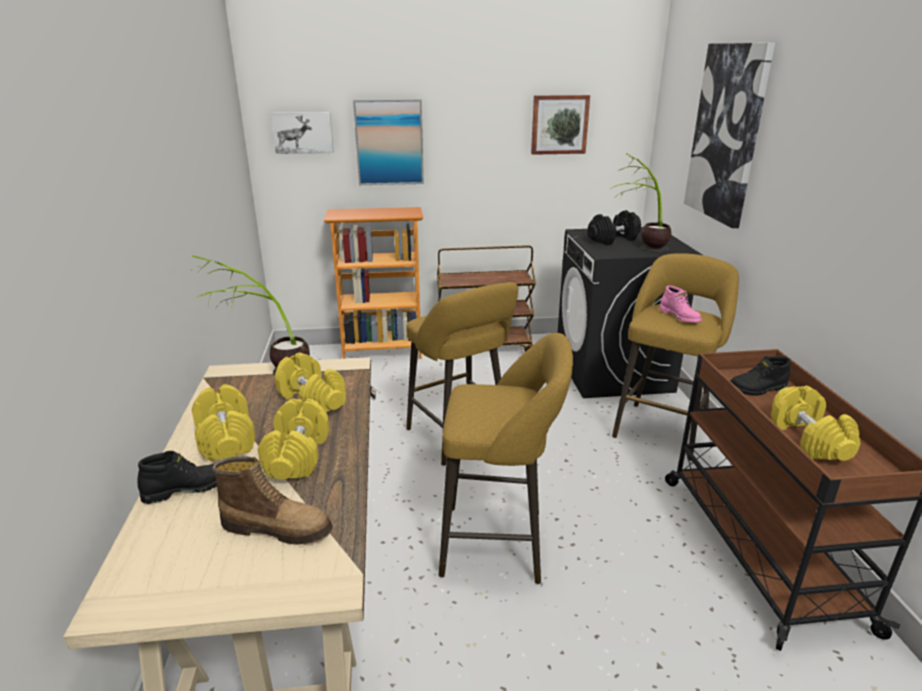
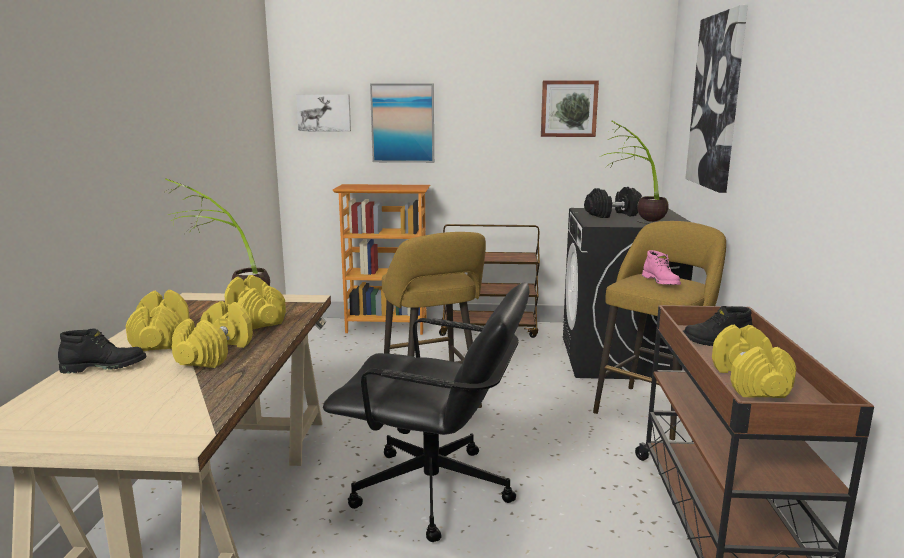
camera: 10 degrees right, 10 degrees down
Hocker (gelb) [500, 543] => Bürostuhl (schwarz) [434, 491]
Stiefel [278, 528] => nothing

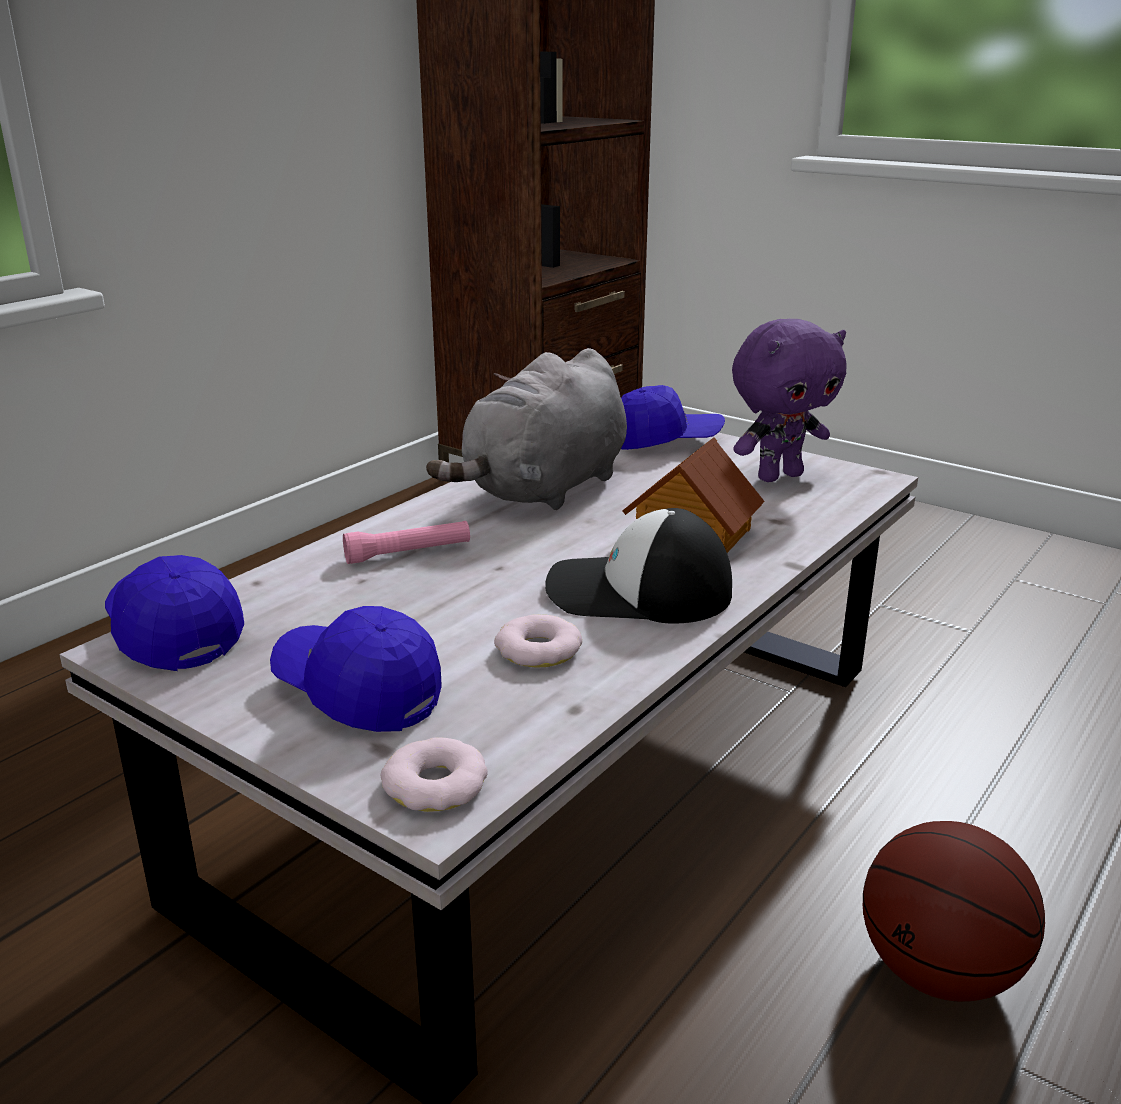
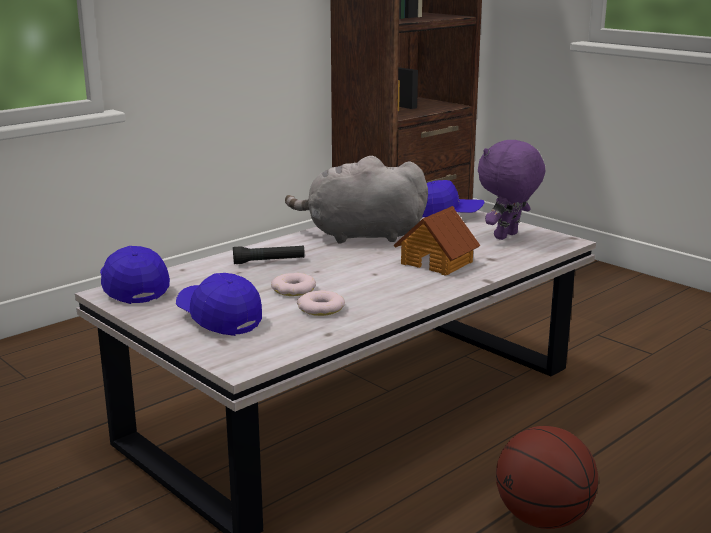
camera: 10 degrees right, 5 degrees down
Plüschtier (lila) [779, 476] => Plüschtier (lila) [507, 236], 150 degrees clockwise
Plüschtier (grau) [544, 490] => Plüschtier (grau) [360, 236], 45 degrees clockwise
Kappe [637, 591] => nothing
Taschenlampe (rosa) [408, 553] => Taschenlampe (schwarz) [269, 261]
Donut [436, 785] => Donut [294, 289], move

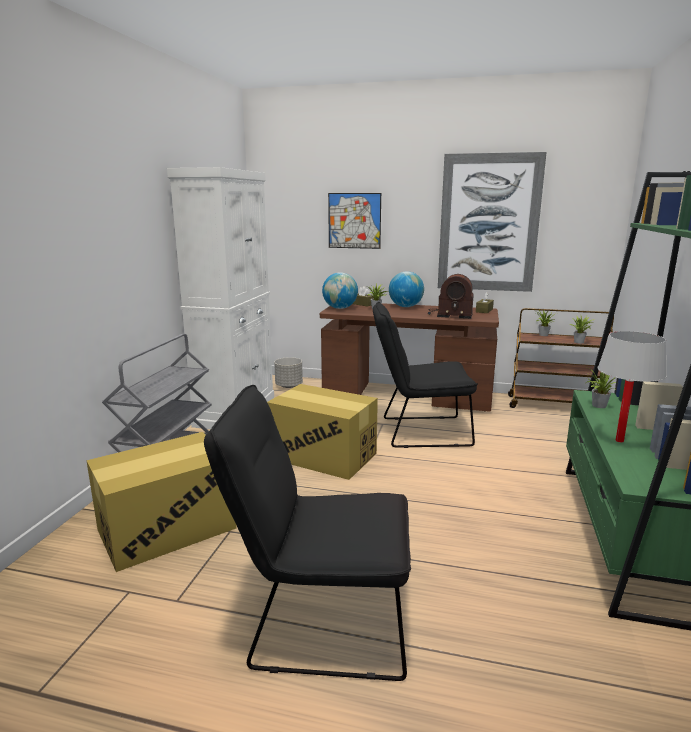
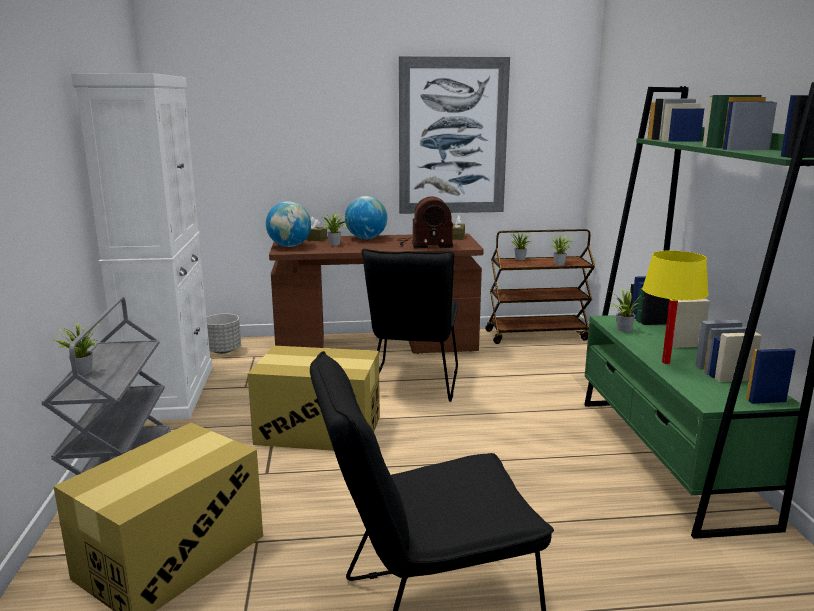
camera: 20 degrees left, 0 degrees up
Bild [354, 221] => nothing
Stuhl (schwarz) [418, 432] => Stuhl (schwarz) [413, 385], 60 degrees counterclockwise
Tischlampe (weiß) [619, 440] => Tischlampe (gelb) [666, 362]
nothing => Topfpflanze [82, 371]

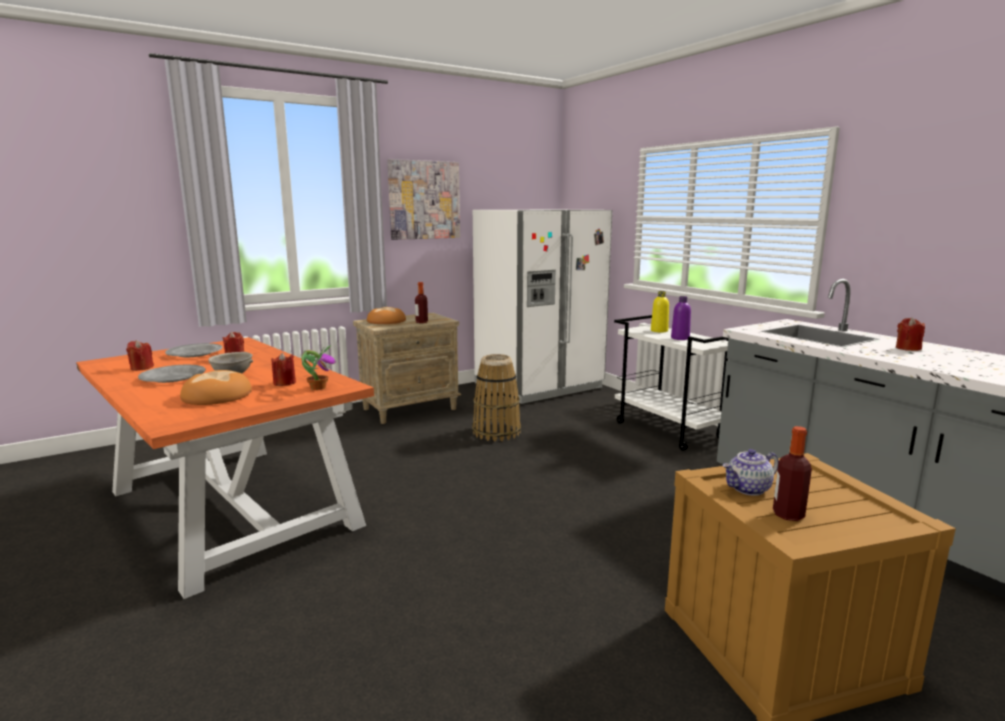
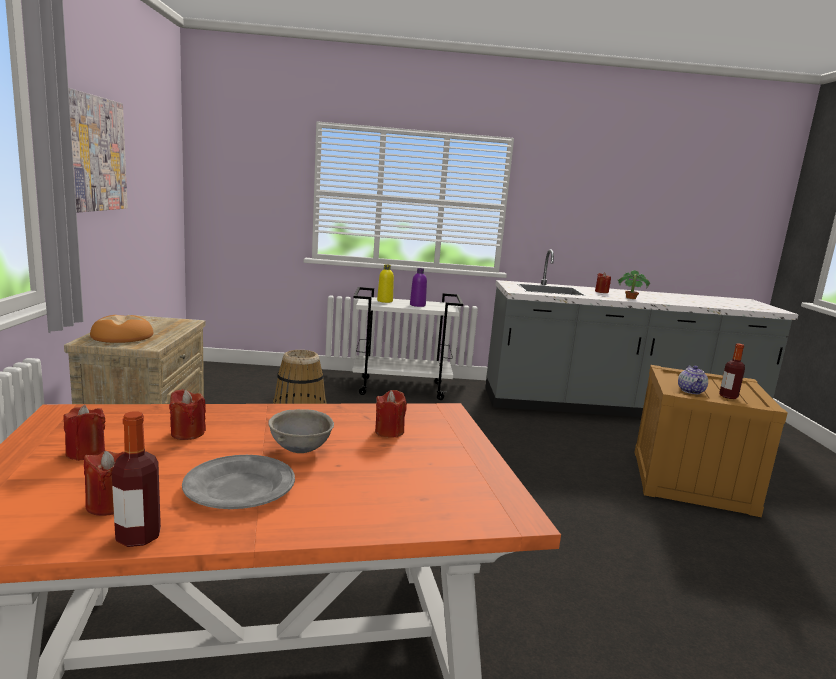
camera: 60 degrees left, 0 degrees up
Kühlschrank (weiß) [538, 386] => nothing
Flasche [421, 322] => Flasche [138, 537], move
Teller (grau) [194, 353] => Kerze (rot) [85, 453]
Topfpflanze [318, 387] => Topfpflanze [630, 298], move
Brot [217, 395] => nothing

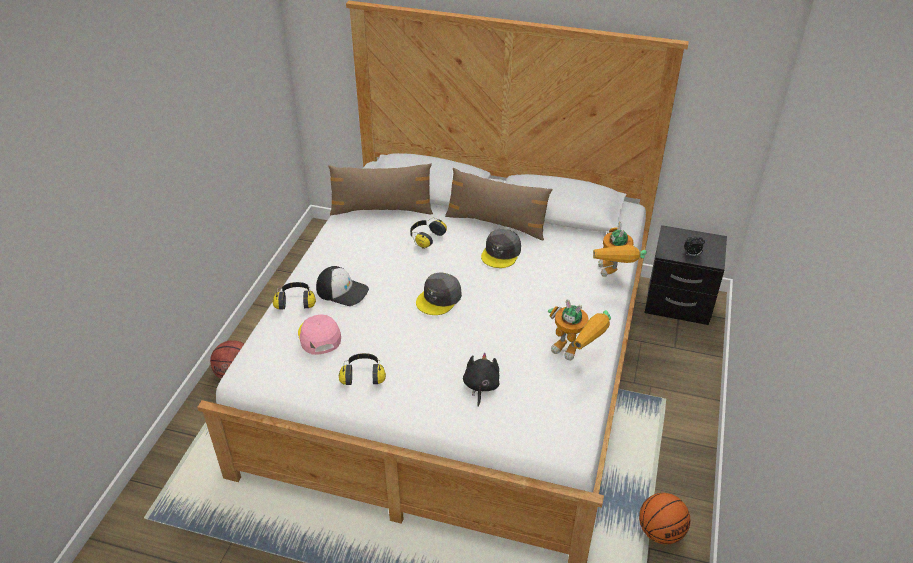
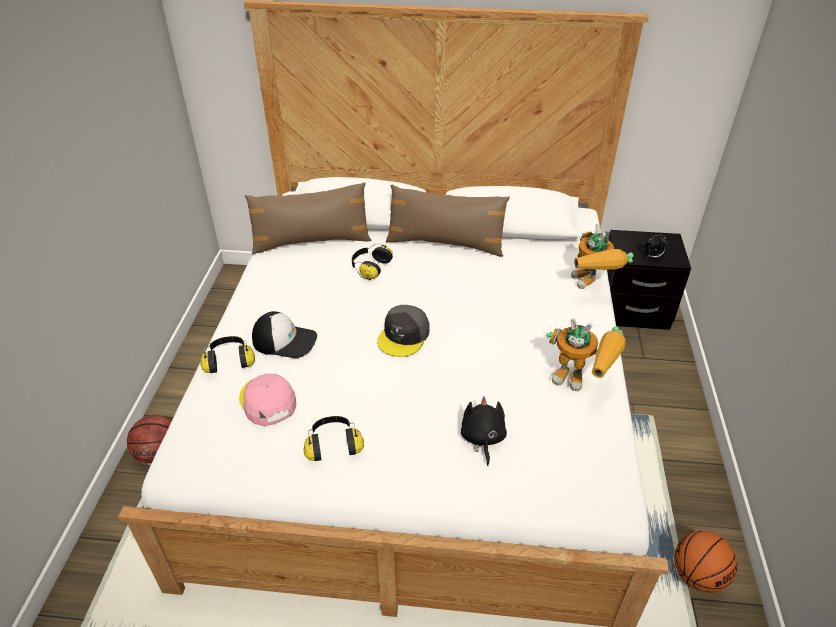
camera: 10 degrees left, 0 degrees up
Kappe (grau) [501, 253] => nothing

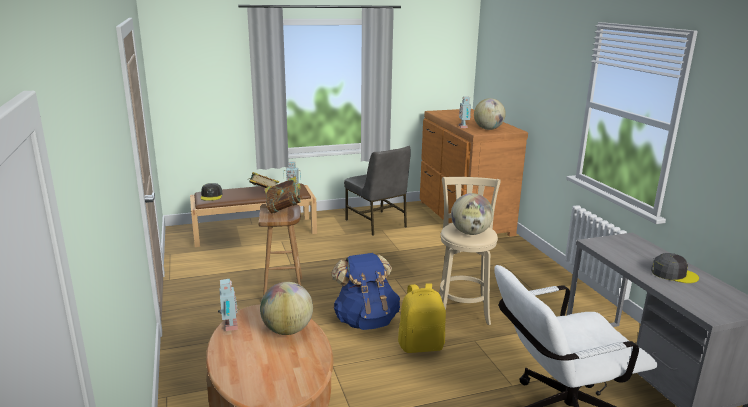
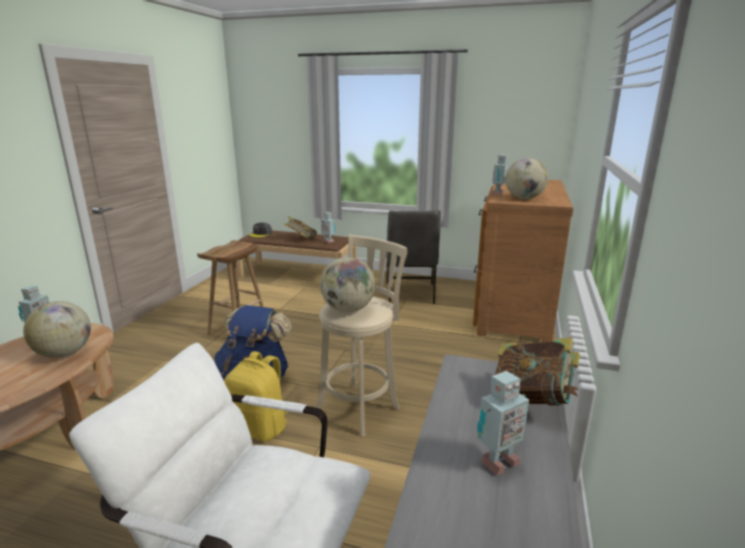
camera: 35 degrees right, 0 degrees up
Buch [284, 209] => Buch [531, 400], move
Kappe (grau) [673, 274] => Spielzeugroboter [497, 461]

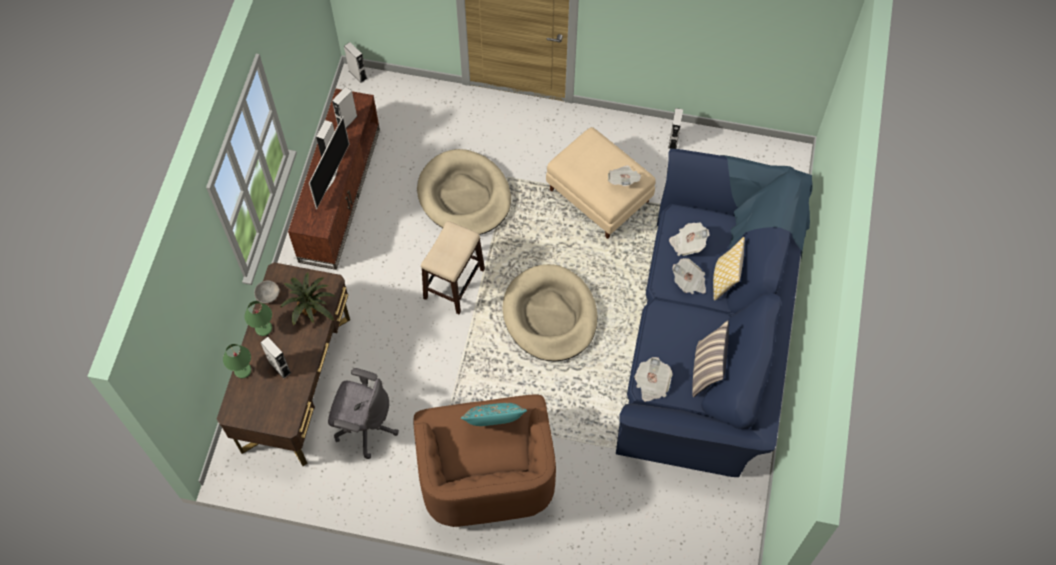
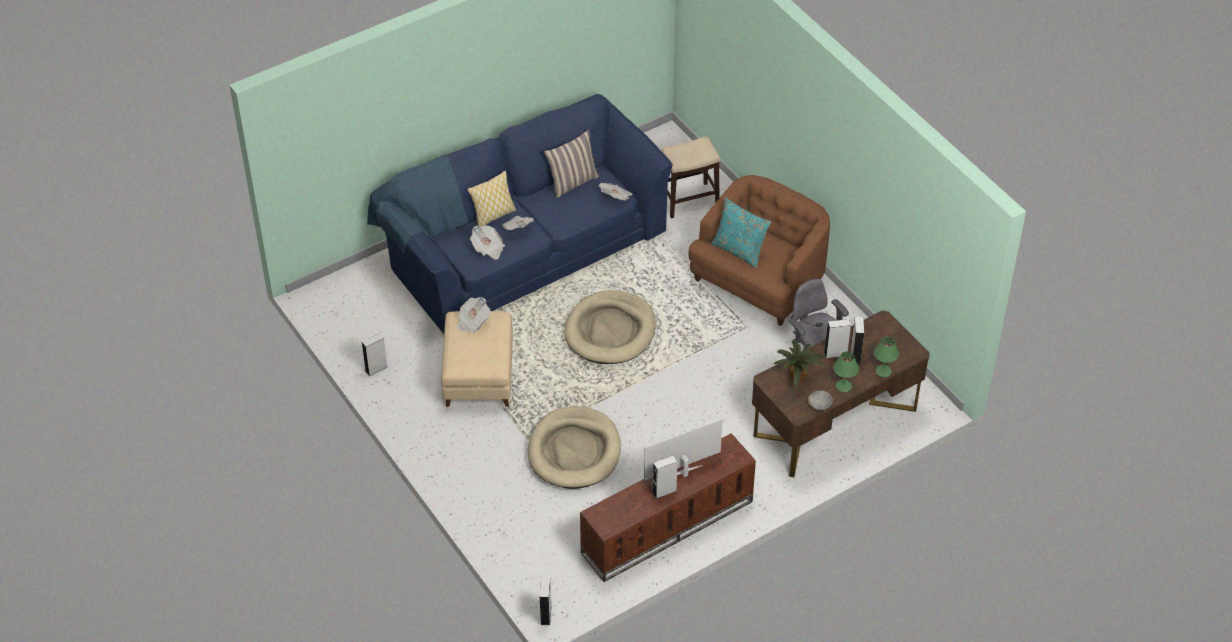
camera: 135 degrees left, 15 degrees down
Lautsprecher (grau) [347, 121] => Lautsprecher (grau) [835, 354], move
Hocker [454, 283] => Hocker [688, 200], move

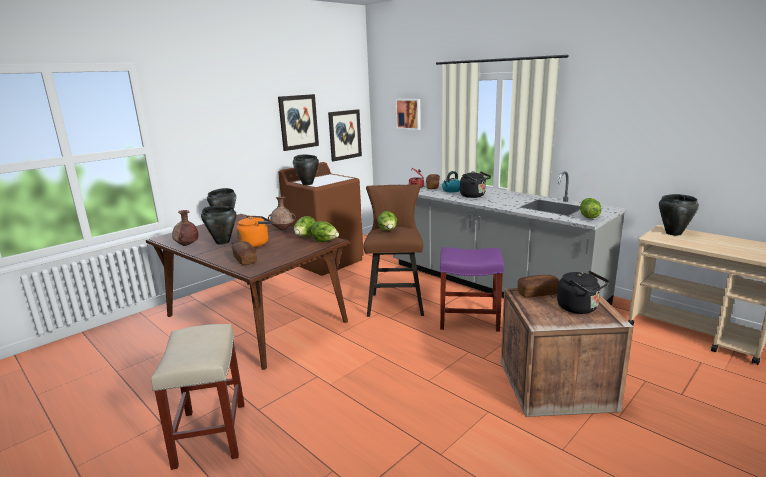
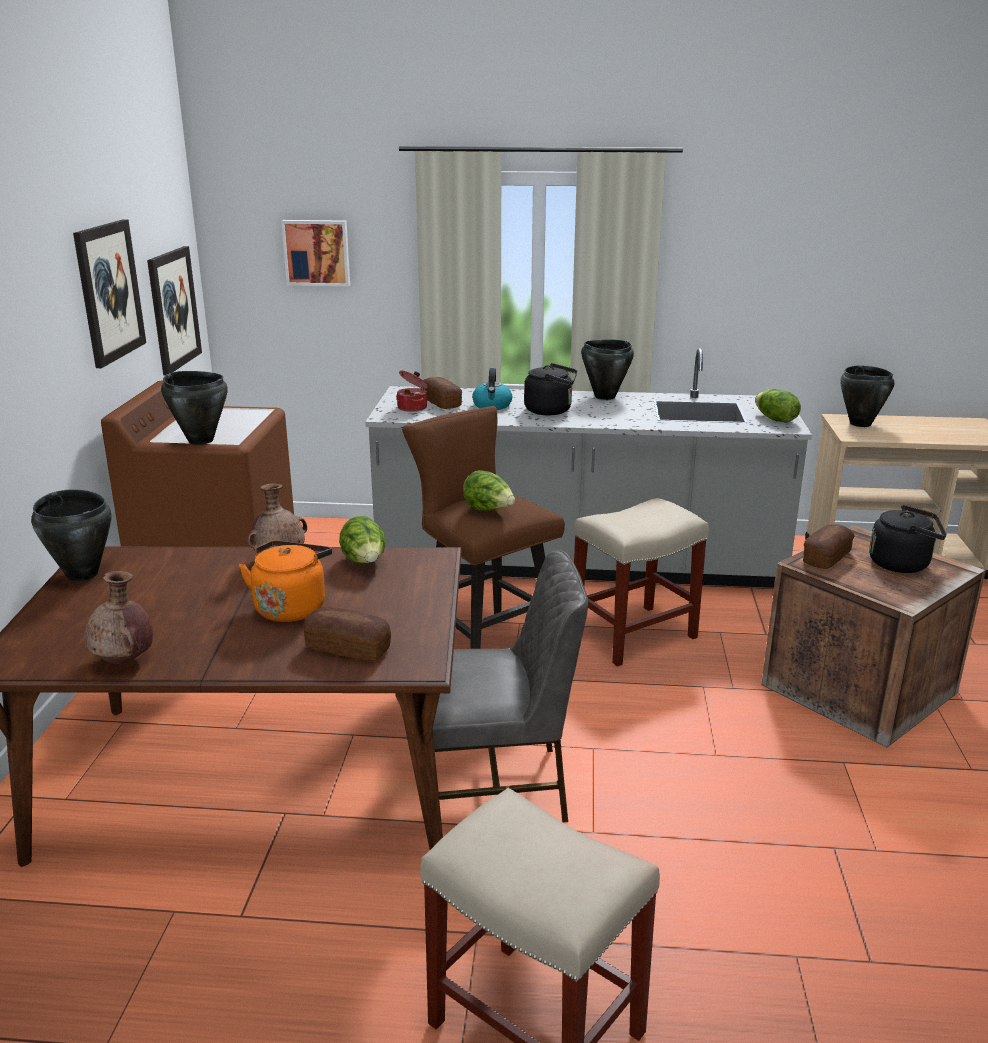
camera: 40 degrees left, 5 degrees up
Kochtopf (schwarz) [222, 242] => Kochtopf (schwarz) [604, 397], move
Salatkopf [325, 242] => nothing
Hocker (lila) [470, 320] => Hocker (beige) [634, 634]
nothing => Stuhl (grau) [496, 787]

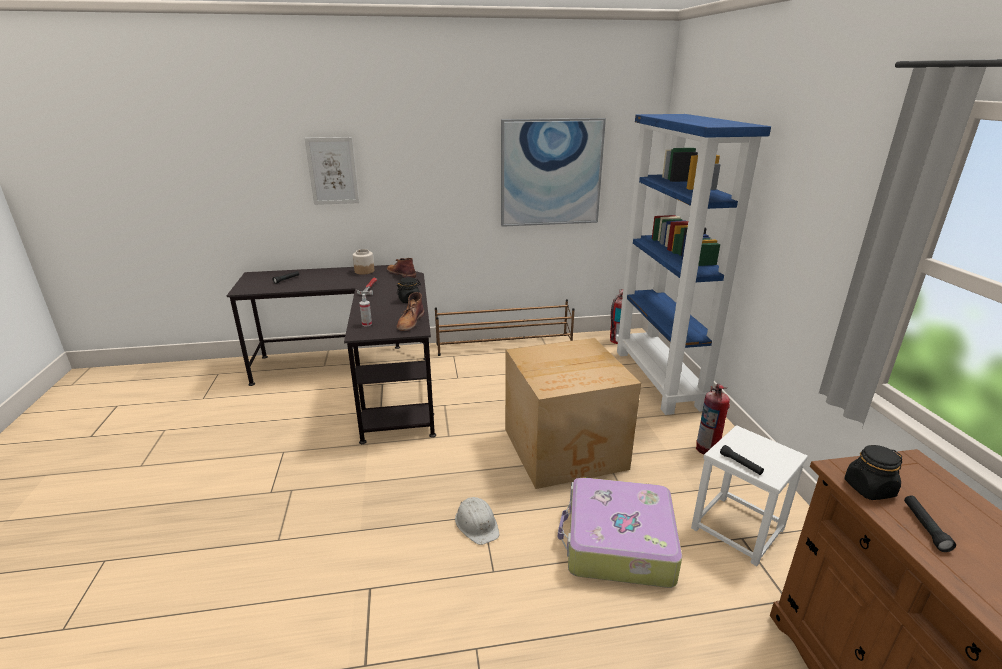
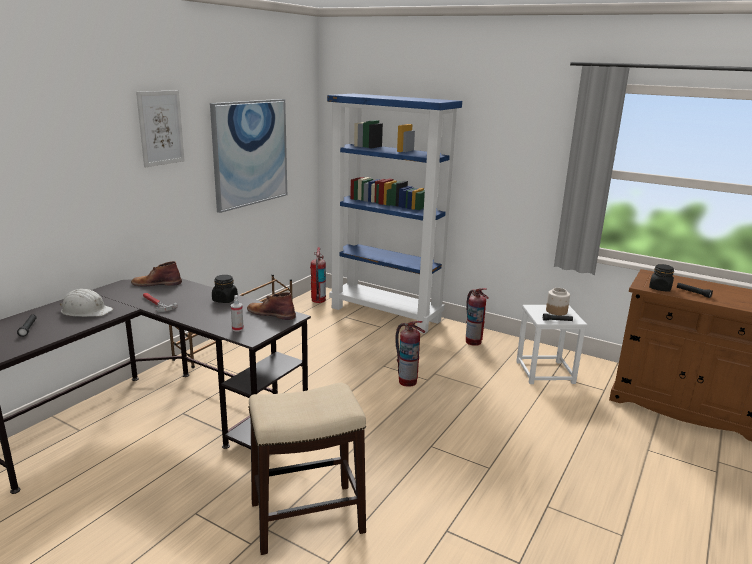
camera: 50 degrees left, 5 degrees down
Bild [332, 171] => Bild [160, 128], move
Vorratsglas [364, 271] => Vorratsglas [556, 311], move
Stiefel (braun) [410, 322] => Stiefel (braun) [271, 313], 150 degrees clockwise
Karton [566, 449] => Feuerlöscher [407, 381]
Koffer [617, 543] => nothing
Schutzhelm (weiß) [477, 524] => Schutzhelm (weiß) [86, 311], move
nothing => Hocker [306, 518]

